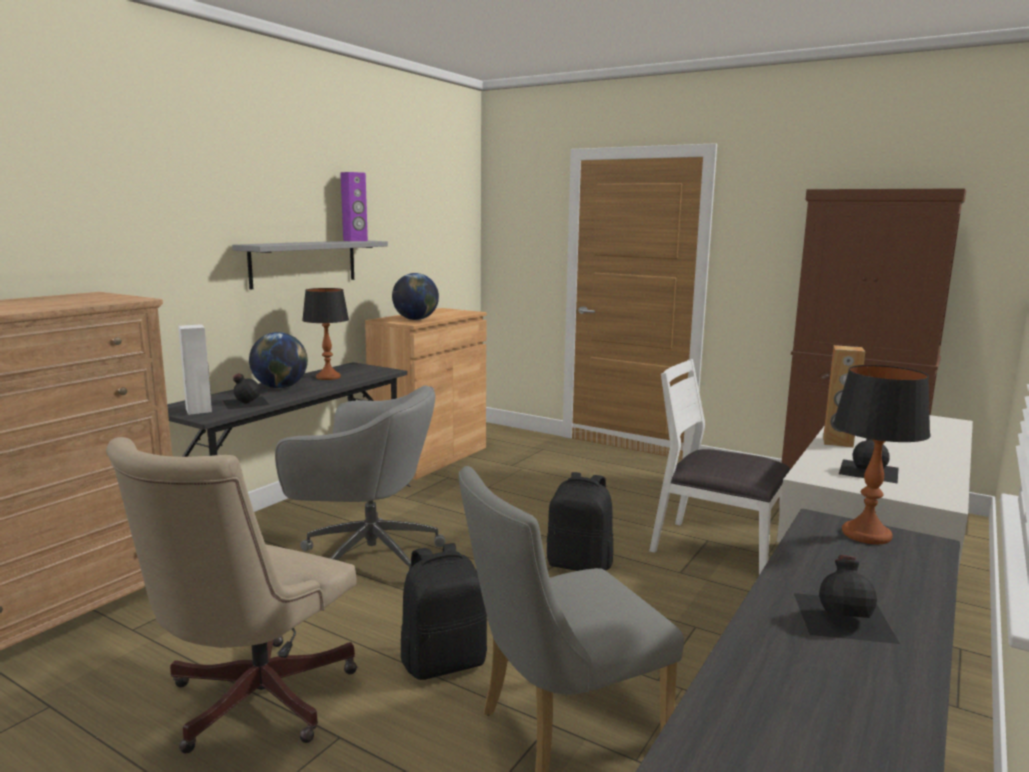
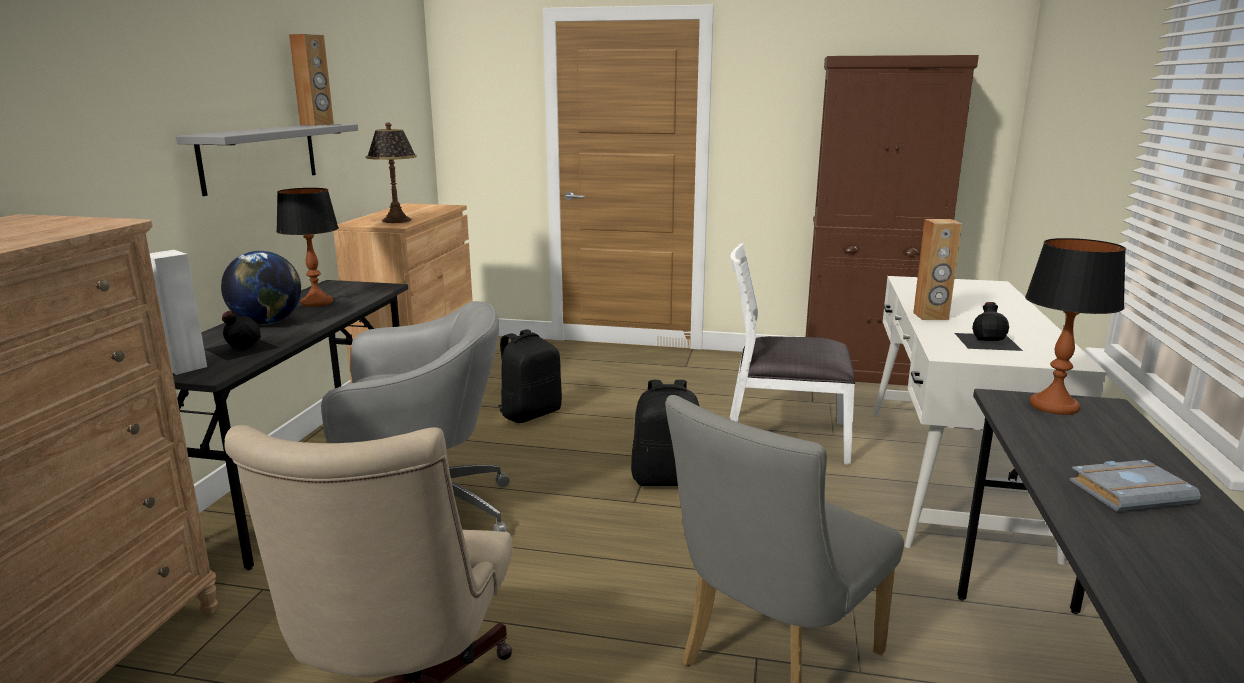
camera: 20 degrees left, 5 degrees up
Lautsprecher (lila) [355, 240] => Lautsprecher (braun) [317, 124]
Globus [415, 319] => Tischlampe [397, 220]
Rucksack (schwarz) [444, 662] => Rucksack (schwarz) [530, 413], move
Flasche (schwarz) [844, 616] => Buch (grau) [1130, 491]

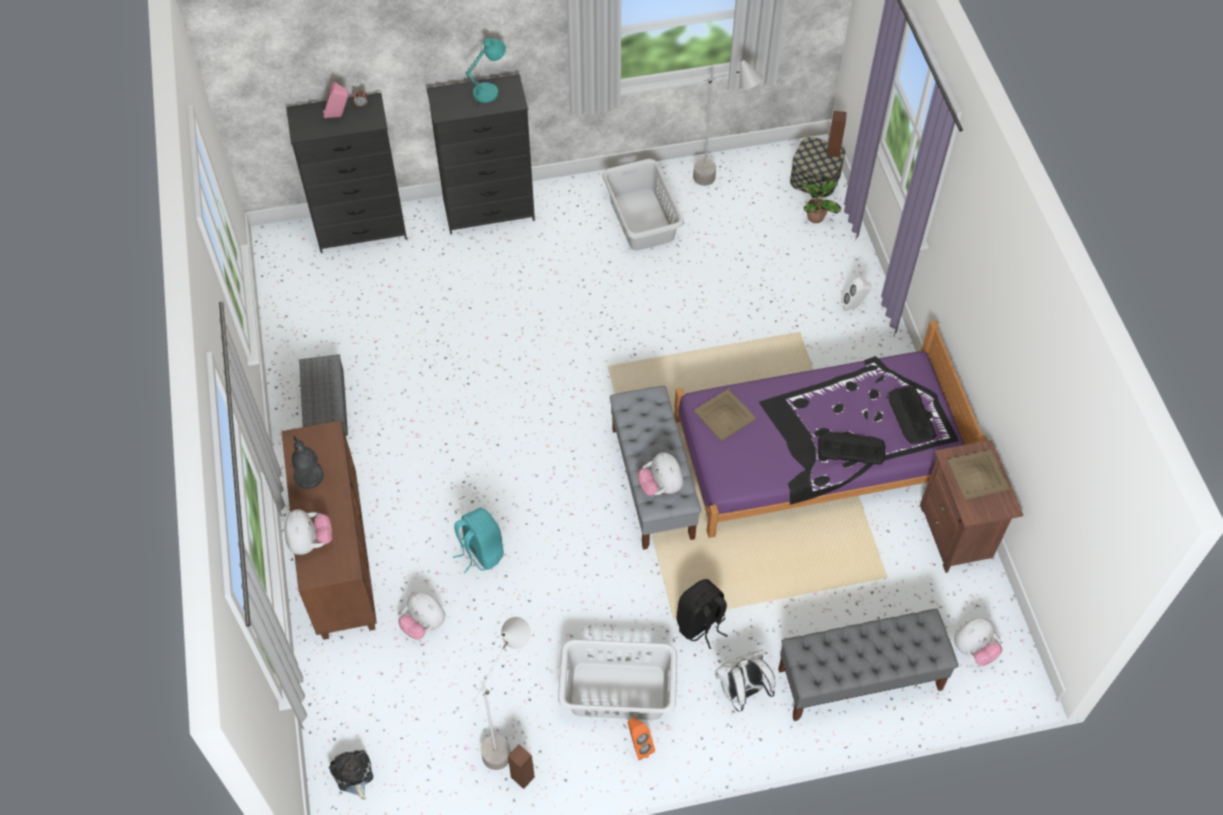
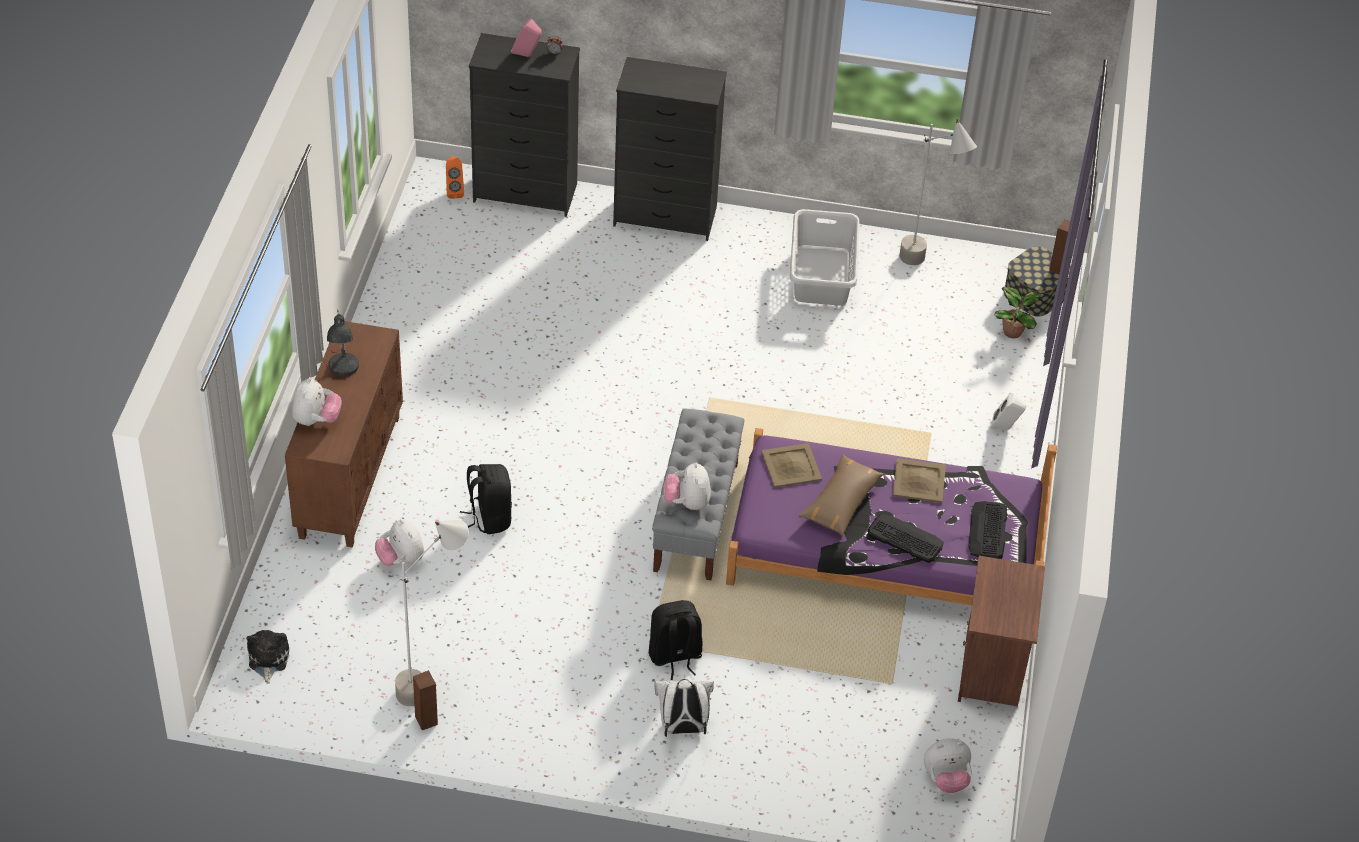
camera: 20 degrees right, 10 degrees down
Tischlampe (türkis) [489, 92] => nothing
Aufbewahrungsbox (grau) [324, 403] => nothing
Tablett (beige) [977, 474] => Tablett (beige) [918, 480], move
Rucksack (türkis) [480, 552] => Rucksack (schwarz) [489, 517]
Bank (grau) [859, 679] => nothing
Wäschekorb (grau) [618, 692] => nothing
Lautsprecher (orange) [638, 745] => Lautsprecher (orange) [454, 191], move
nothing => Kissen (braun) [841, 502]

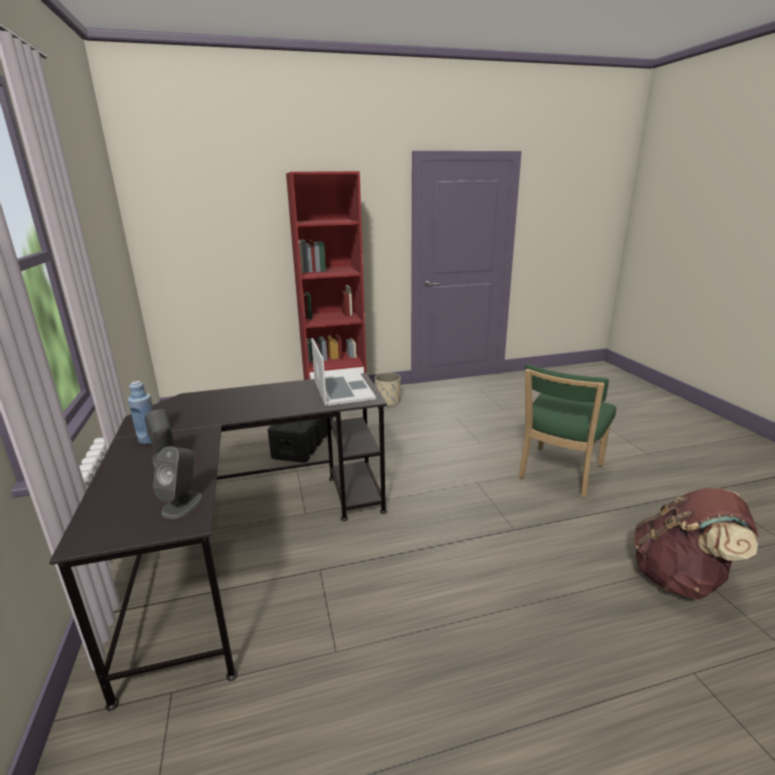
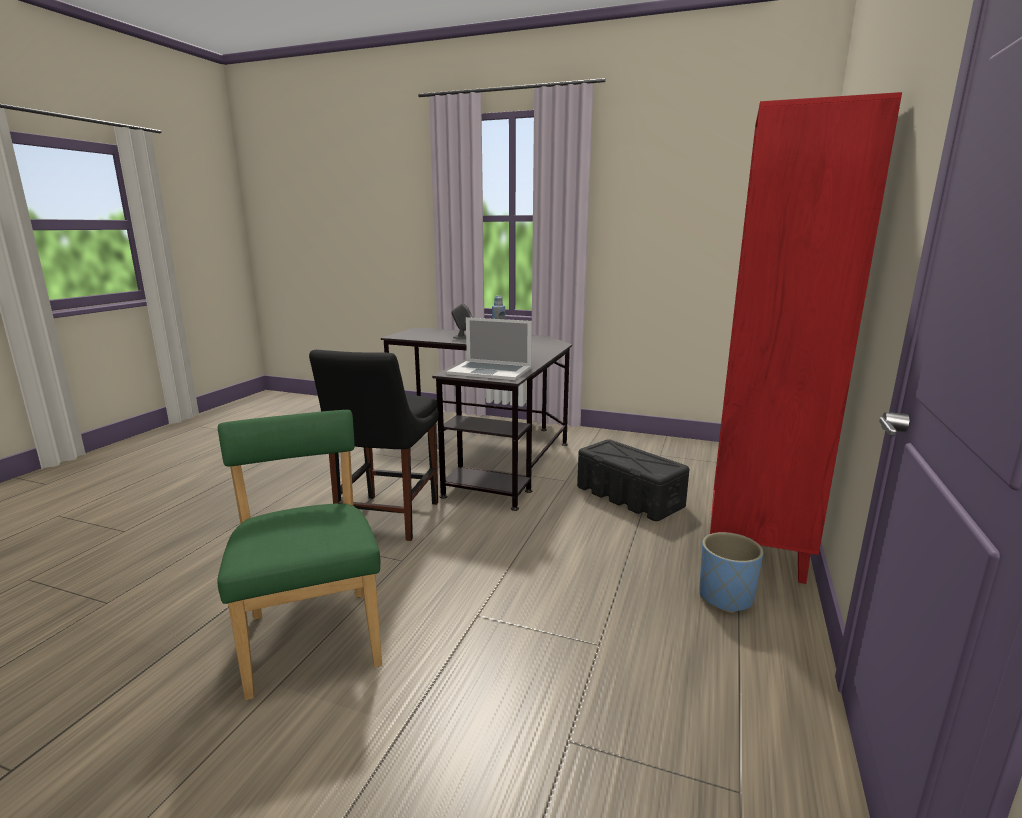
camera: 125 degrees right, 5 degrees down
Pflanzkübel (beige) [388, 402] => Pflanzkübel (blau) [725, 597]
Lautsprecher (grau) [182, 504] => nothing
Rucksack (braun) [680, 578] => nothing
nothing => Stuhl (schwarz) [386, 519]

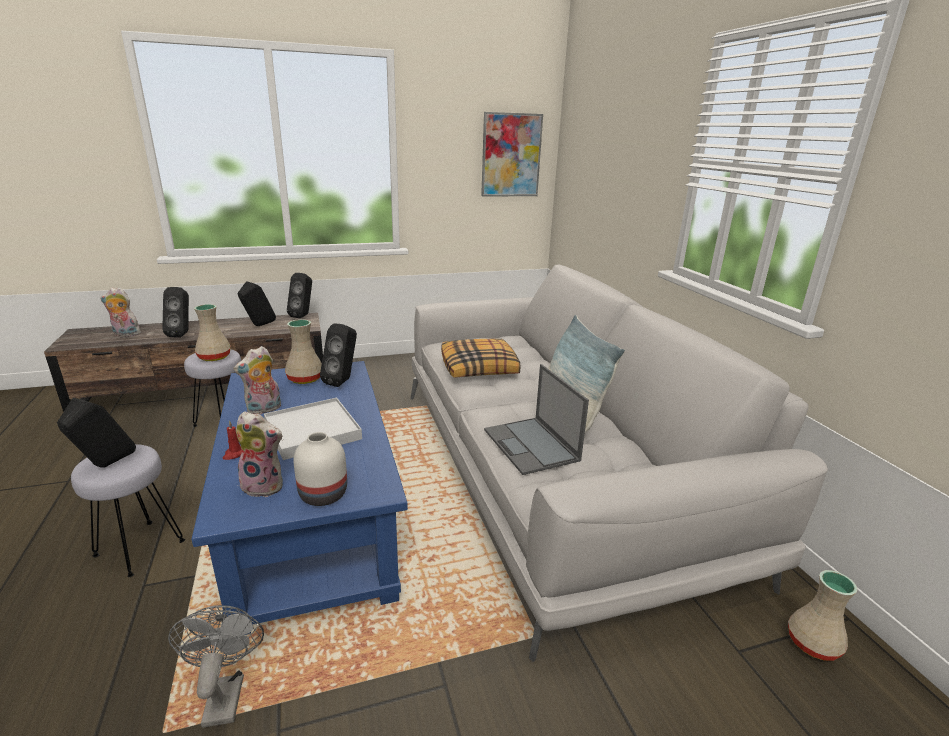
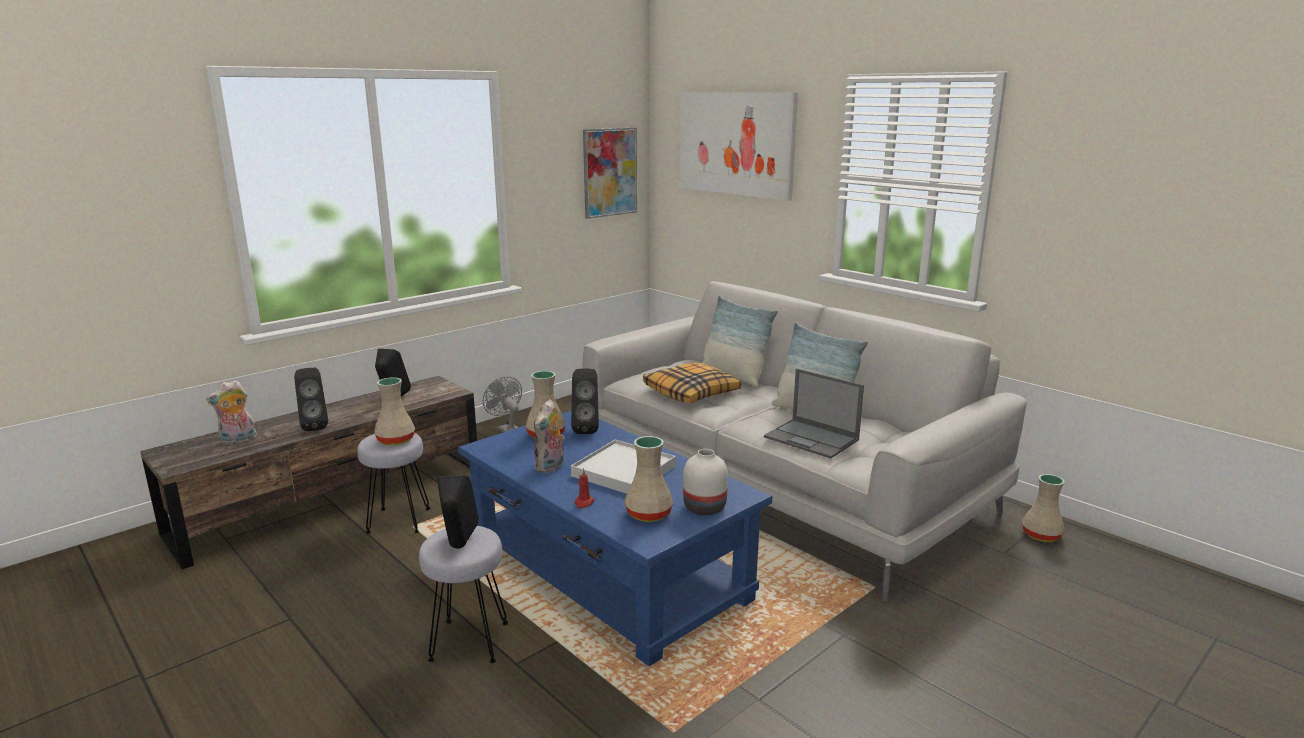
camera: 25 degrees left, 5 degrees down
Lautsprecher (schwarz) [303, 316] => nothing
Plüschtier [265, 485] => Vase (beige) [648, 514]
Ventilator (grau) [225, 693] => Ventilator (grau) [506, 429], move
nothing => Bild [736, 143]
nothing => Kissen [733, 376]

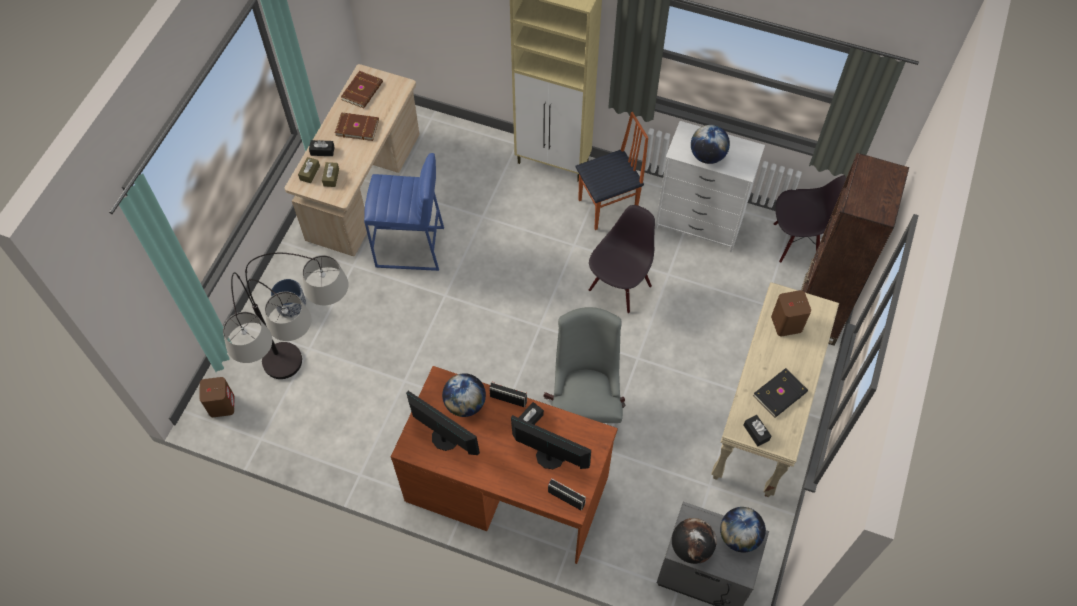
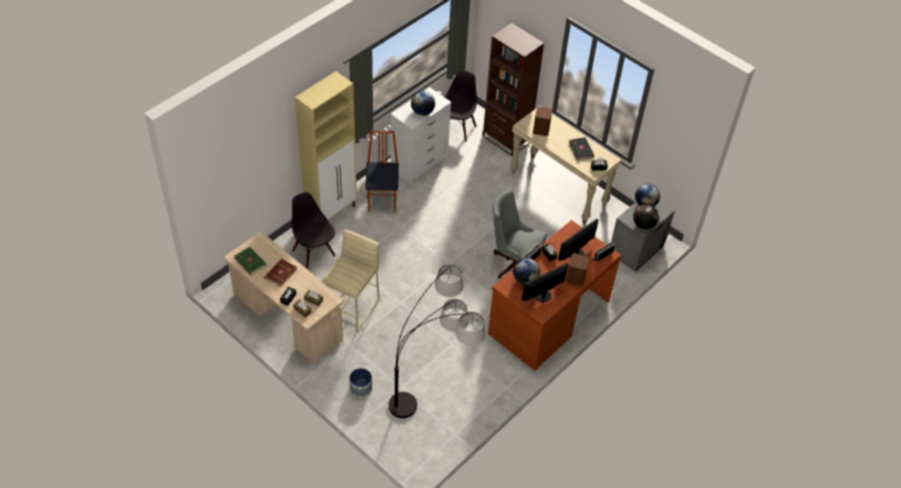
camera: 70 degrees left, 10 degrees down
Buch (braun) [363, 91] => Buch (grün) [250, 261]
Hocker (blau) [410, 248] => Hocker (beige) [353, 308]
Stuhl (schwarz) [619, 287] => Stuhl (schwarz) [314, 253], move
Lautsprecher (braun) [222, 405] => Lautsprecher (braun) [575, 278], move

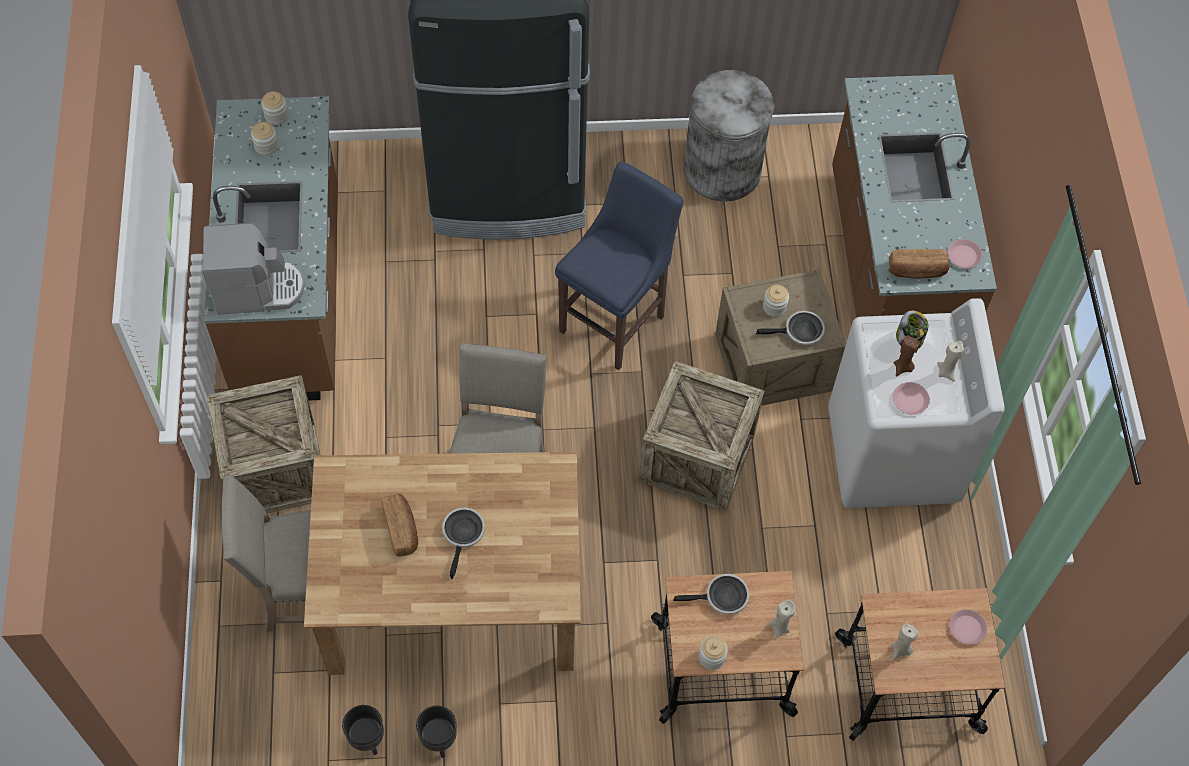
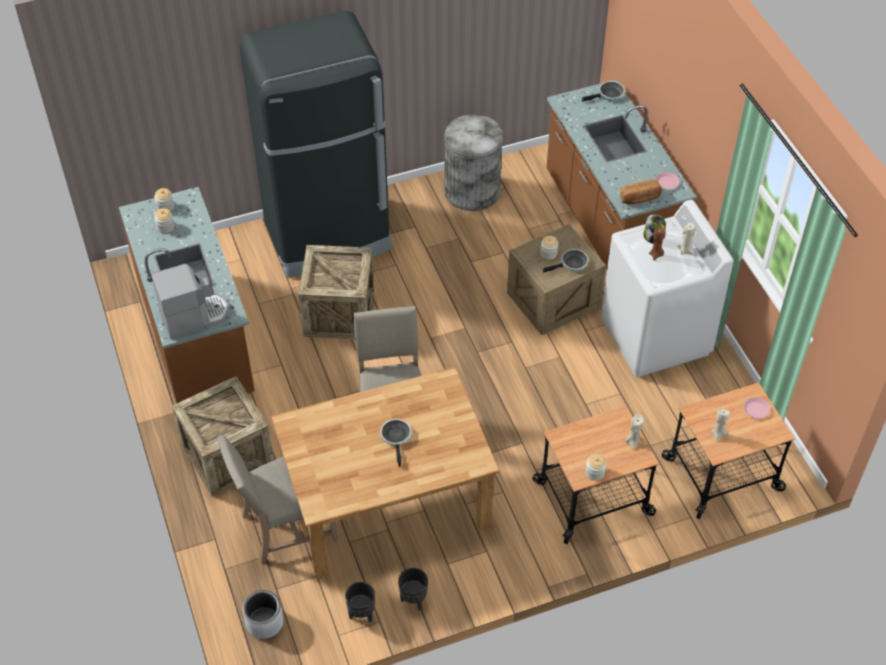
camera: 15 degrees left, 10 degrees down
Hocker (blau) [615, 320] => nothing
Kiste [697, 457] => Kiste [339, 313], move
Teller (rosa) [910, 400] => nothing
Brot [402, 529] => nothing
Pfanne [722, 598] => Pfanne [609, 95], move
nothing => Pflanzkübel (grau) [264, 622]

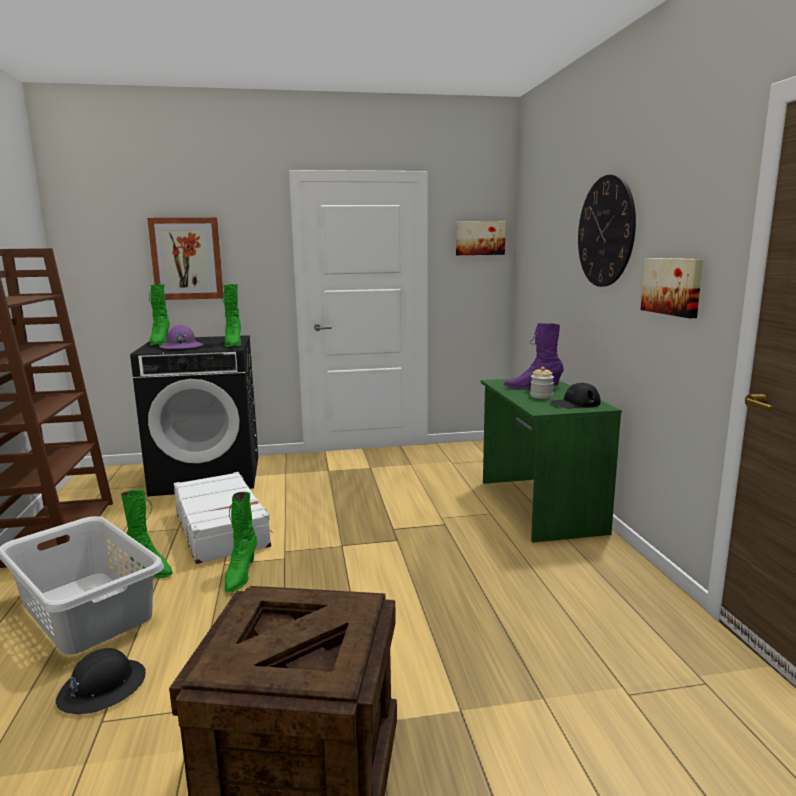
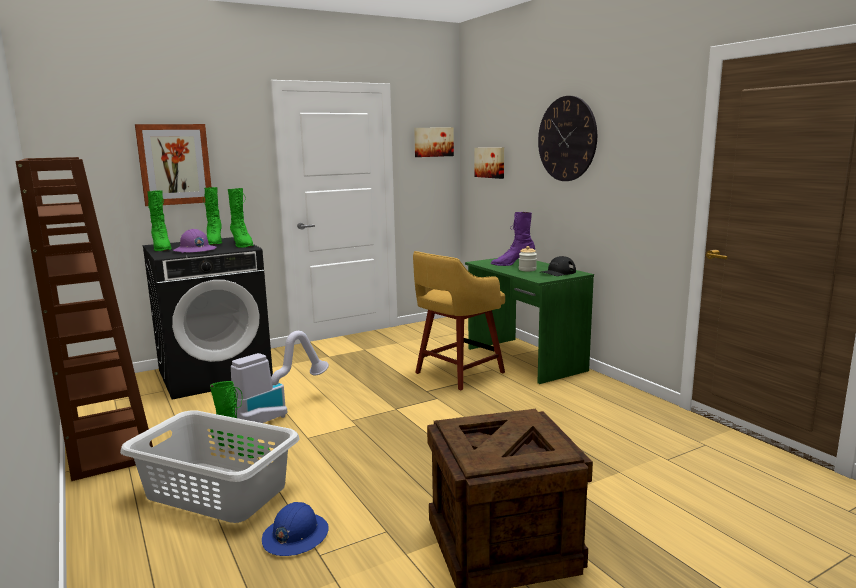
camera: 20 degrees left, 0 degrees up
Bild [673, 286] => Bild [490, 162], move
Koffer (weiß) [222, 528] => Staubsauger [276, 413]
Stiefel (grün) [240, 575] => Stiefel (grün) [214, 242], move
Schutzhelm (schwarz) [102, 688] => Schutzhelm (blau) [295, 536]
nothing => Hocker (gelb) [457, 373]

